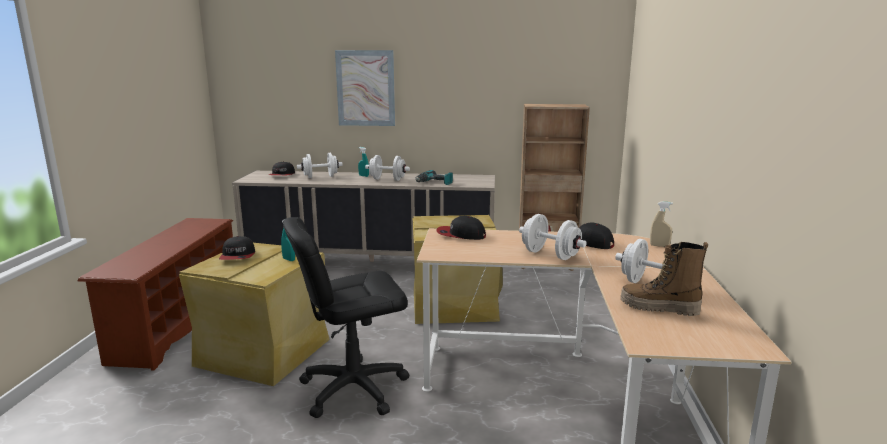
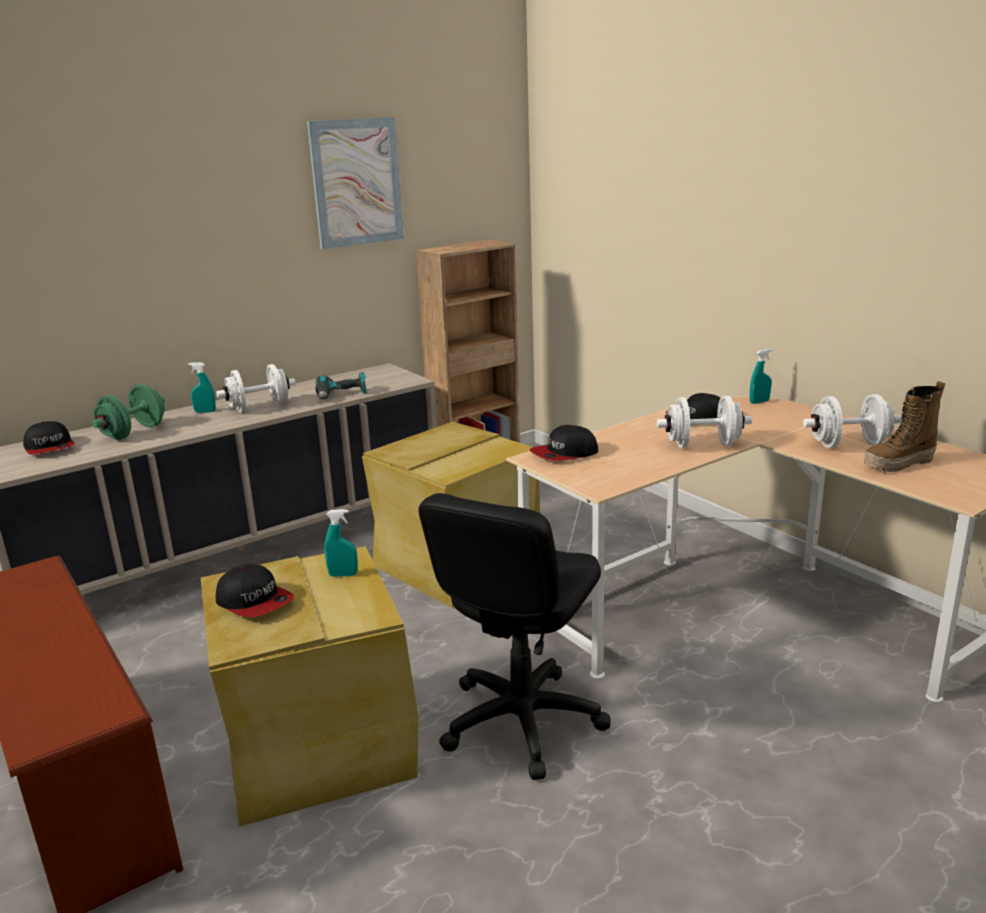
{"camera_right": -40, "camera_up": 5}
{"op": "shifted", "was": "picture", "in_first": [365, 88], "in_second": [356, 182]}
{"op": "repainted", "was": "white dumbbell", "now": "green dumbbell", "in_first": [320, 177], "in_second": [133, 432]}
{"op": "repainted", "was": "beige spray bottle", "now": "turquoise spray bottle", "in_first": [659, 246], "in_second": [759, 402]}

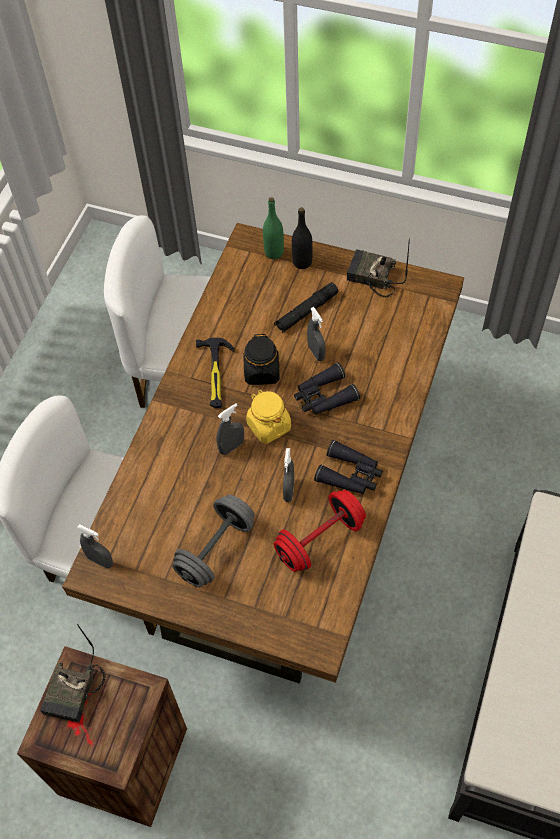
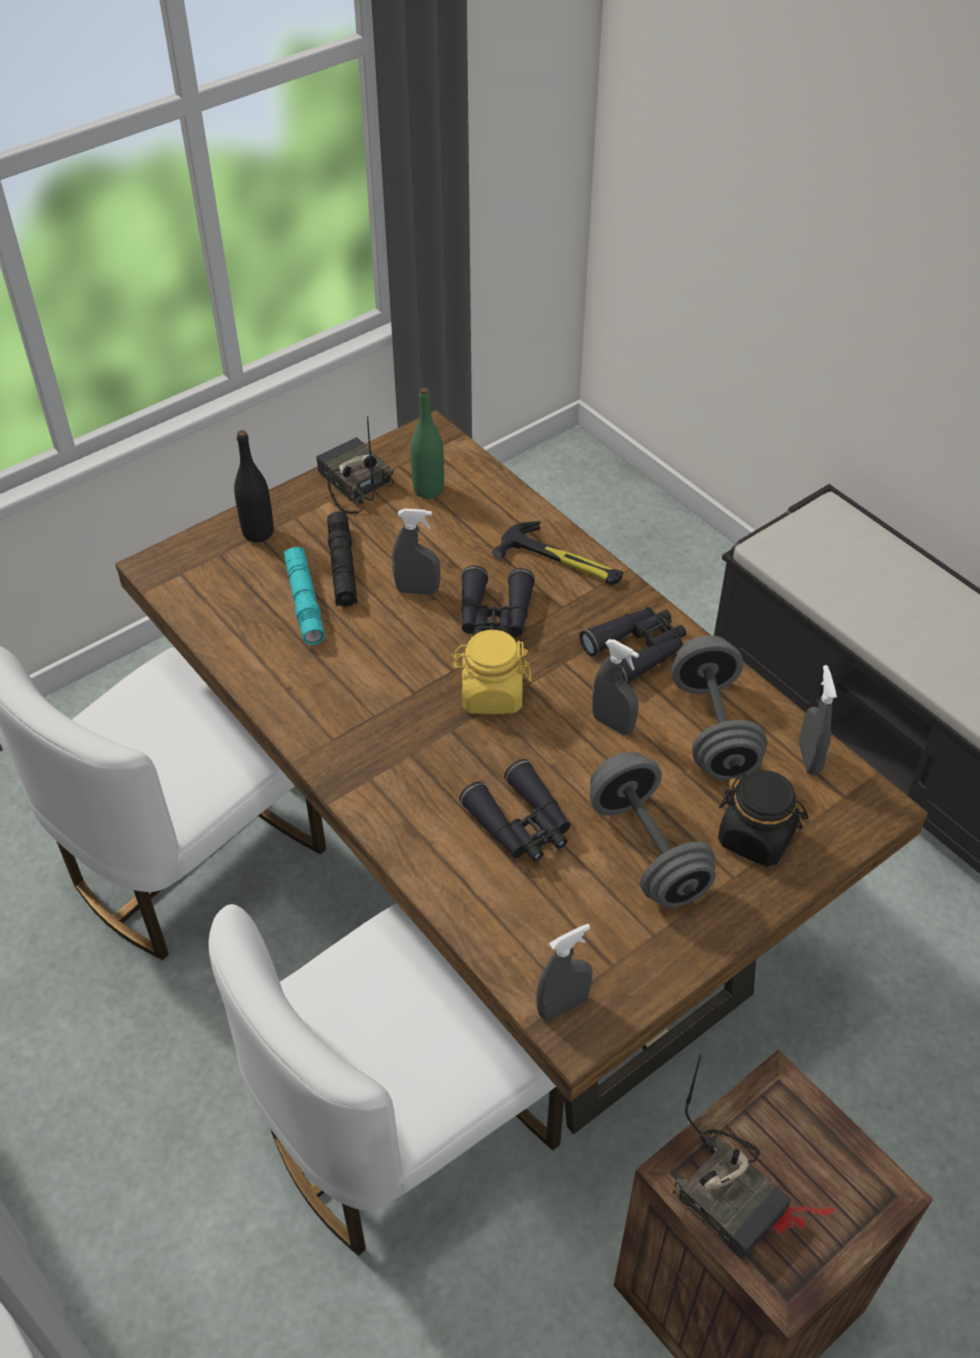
{"camera_right": -60, "camera_up": -10}
{"op": "shifted", "was": "green bottle", "in_first": [274, 252], "in_second": [428, 489]}
{"op": "rotated", "was": "radio", "in_first": [371, 277], "in_second": [352, 483], "clockwise": 90}
{"op": "shifted", "was": "black jar", "in_first": [262, 372], "in_second": [756, 837]}
{"op": "shifted", "was": "hammer", "in_first": [216, 374], "in_second": [561, 561]}
{"op": "shifted", "was": "grey spray bottle", "in_first": [231, 447], "in_second": [809, 759]}
{"op": "repainted", "was": "red dumbbell", "now": "grey dumbbell", "in_first": [319, 540], "in_second": [713, 729]}
{"op": "new", "now": "turquoise flashlight", "in_second": [304, 601]}
{"op": "new", "now": "black binoculars", "in_second": [521, 824]}

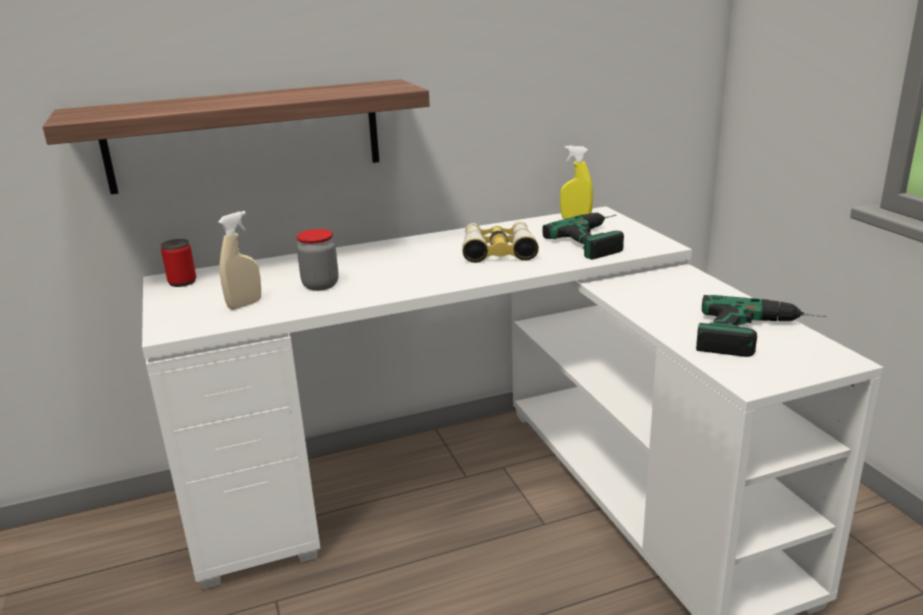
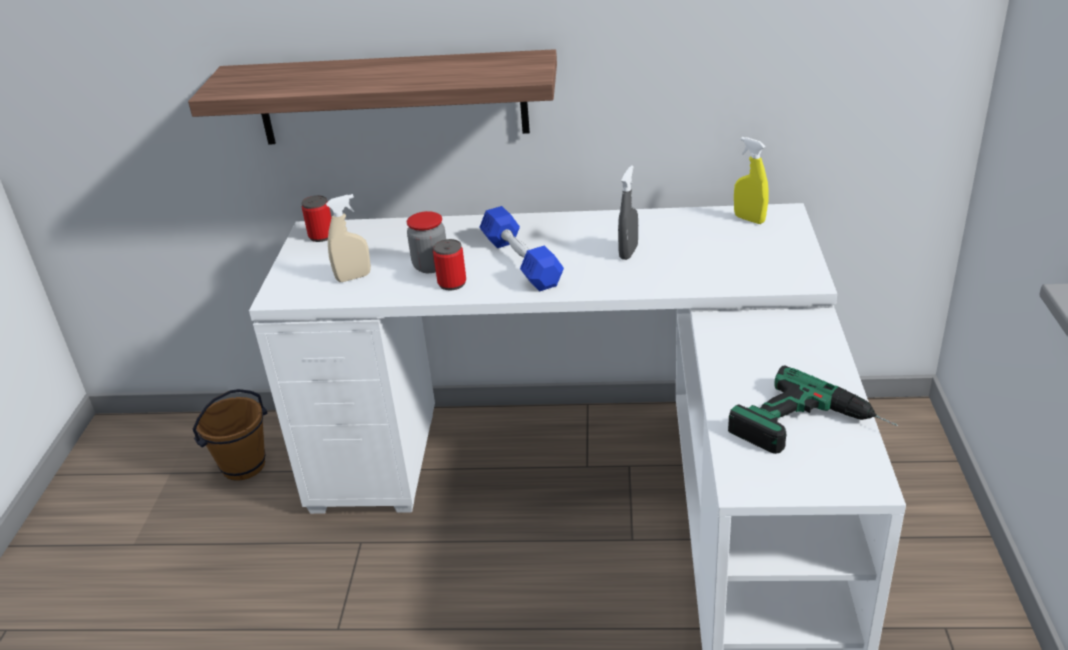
{"camera_right": 25, "camera_up": 10}
{"op": "gone", "was": "power drill", "in_first": [600, 239]}
{"op": "swapped", "was": "binoculars", "now": "grey spray bottle", "in_first": [498, 250], "in_second": [628, 252]}
{"op": "new", "now": "blue dumbbell", "in_second": [521, 261]}
{"op": "new", "now": "can", "in_second": [452, 283]}
{"op": "new", "now": "brown bucket", "in_second": [243, 466]}

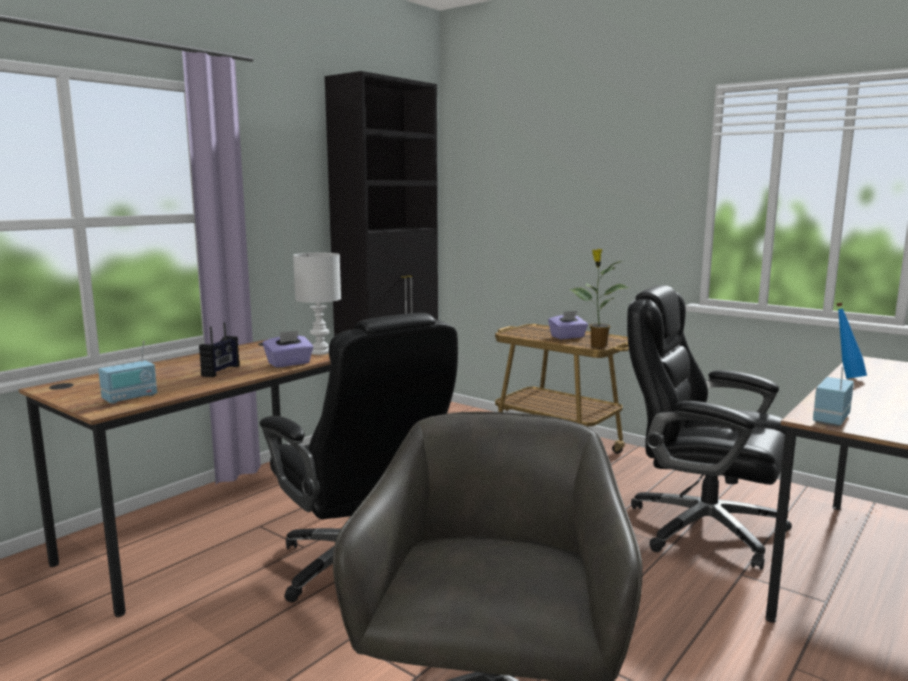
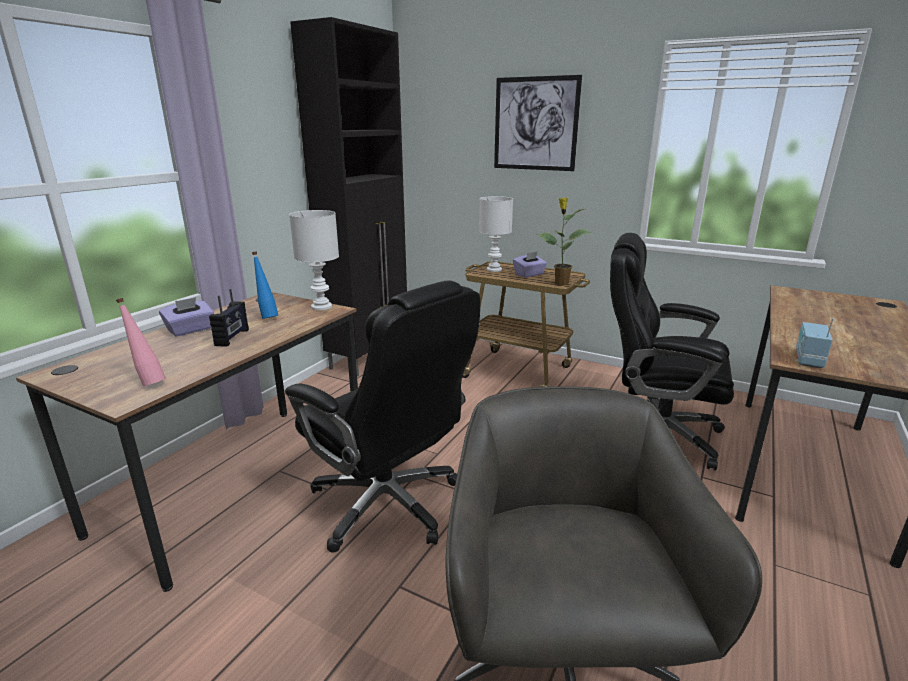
{"camera_right": -10, "camera_up": 10}
{"op": "shifted", "was": "blue bottle", "in_first": [846, 377], "in_second": [267, 317]}
{"op": "shifted", "was": "purple tissue box", "in_first": [289, 363], "in_second": [190, 330]}
{"op": "swapped", "was": "radio", "now": "pink bottle", "in_first": [130, 398], "in_second": [148, 382]}
{"op": "new", "now": "picture", "in_second": [535, 124]}
{"op": "new", "now": "white table lamp", "in_second": [495, 269]}

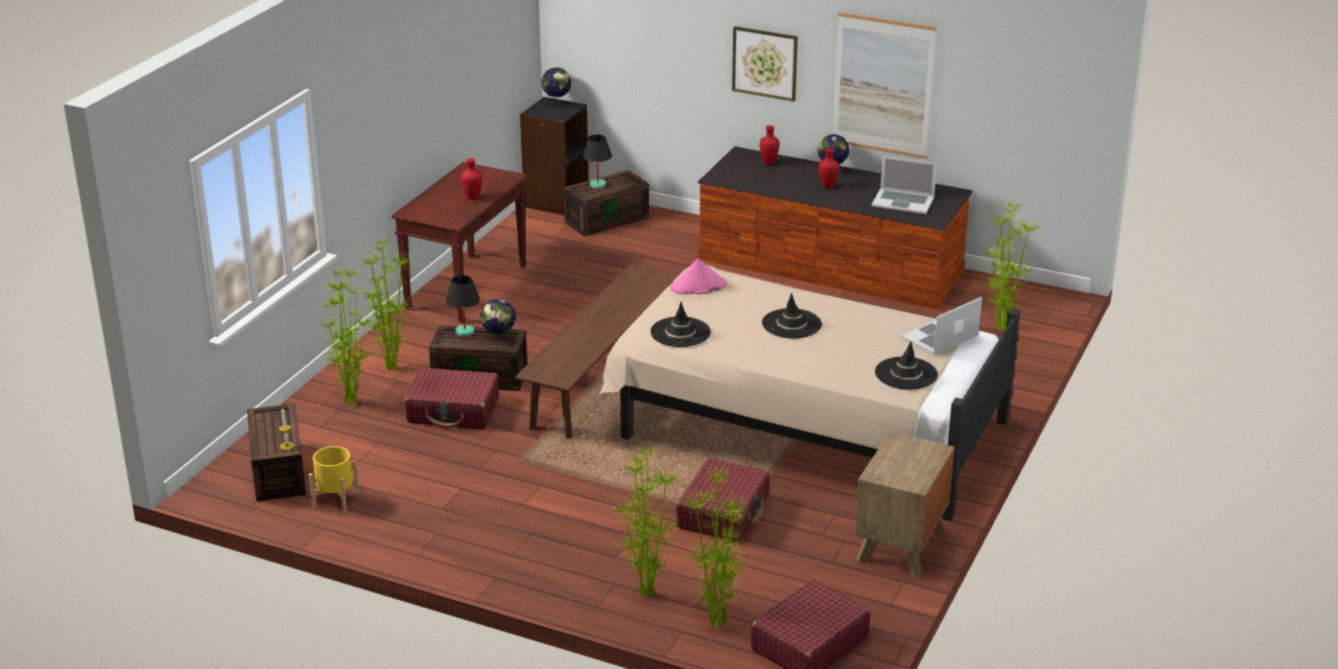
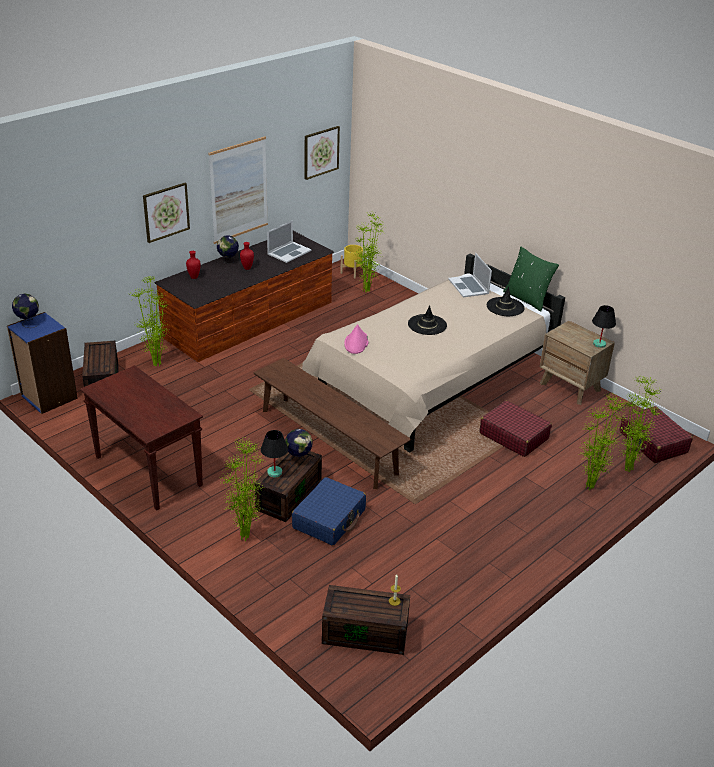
{"camera_right": -70, "camera_up": 5}
{"op": "repainted", "was": "black bookcase", "now": "blue bookcase", "in_first": [555, 201], "in_second": [48, 397]}
{"op": "shifted", "was": "black table lamp", "in_first": [598, 184], "in_second": [599, 344]}
{"op": "gone", "was": "red vase", "in_first": [472, 198]}
{"op": "shifted", "was": "potted plant", "in_first": [353, 403], "in_second": [156, 364]}
{"op": "gone", "was": "black hat", "in_first": [680, 332]}
{"op": "repainted", "was": "red suitcase", "now": "blue suitcase", "in_first": [453, 411], "in_second": [329, 519]}
{"op": "shifted", "was": "yellow planter", "in_first": [335, 499], "in_second": [352, 272]}
{"op": "new", "now": "picture", "in_second": [321, 152]}
{"op": "new", "now": "green pillow", "in_second": [527, 299]}

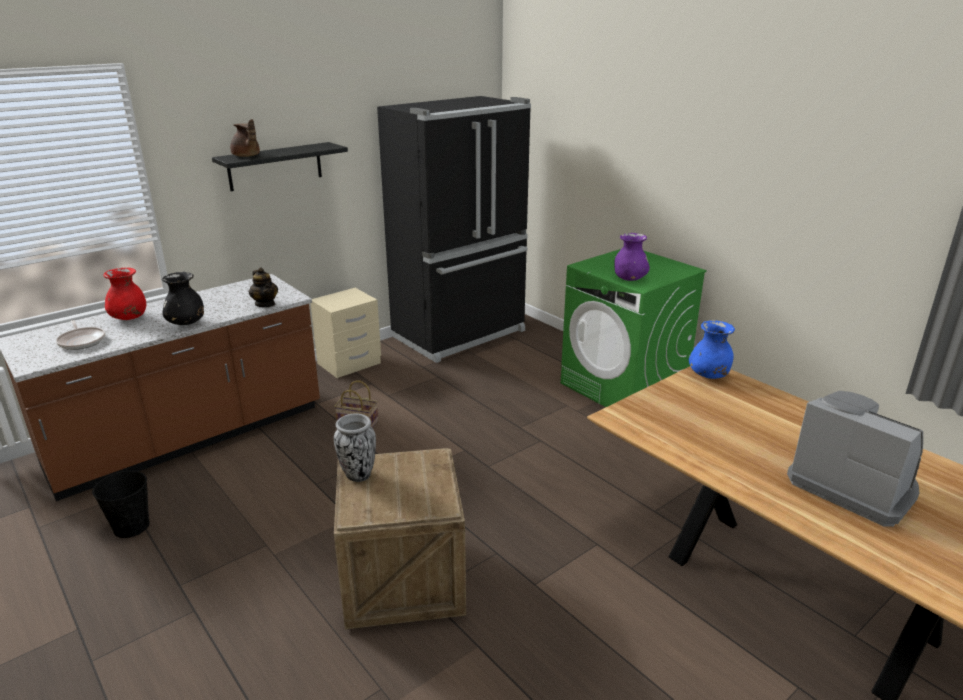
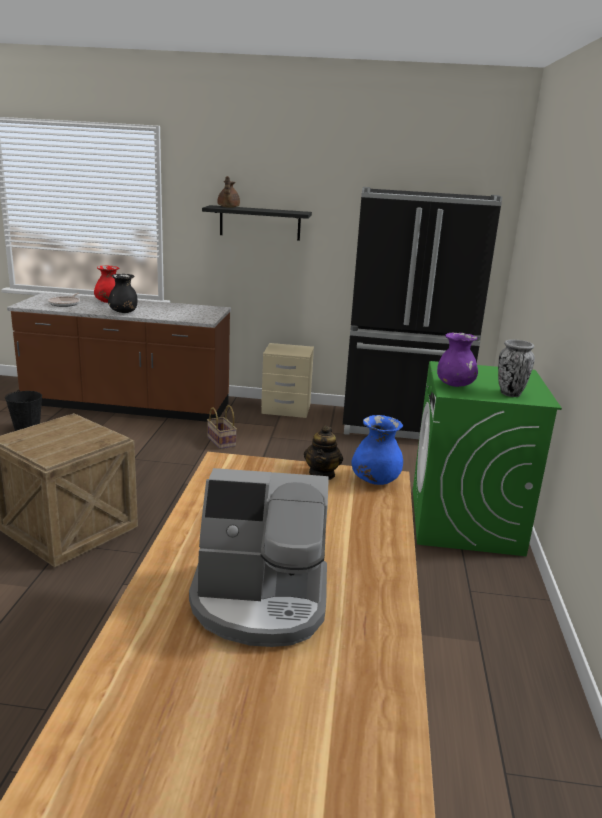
{"camera_right": 45, "camera_up": -5}
{"op": "shifted", "was": "teapot", "in_first": [265, 304], "in_second": [322, 474]}
{"op": "rotated", "was": "coffee machine", "in_first": [852, 485], "in_second": [260, 601], "clockwise": 90}
{"op": "shifted", "was": "vase", "in_first": [358, 475], "in_second": [510, 393]}

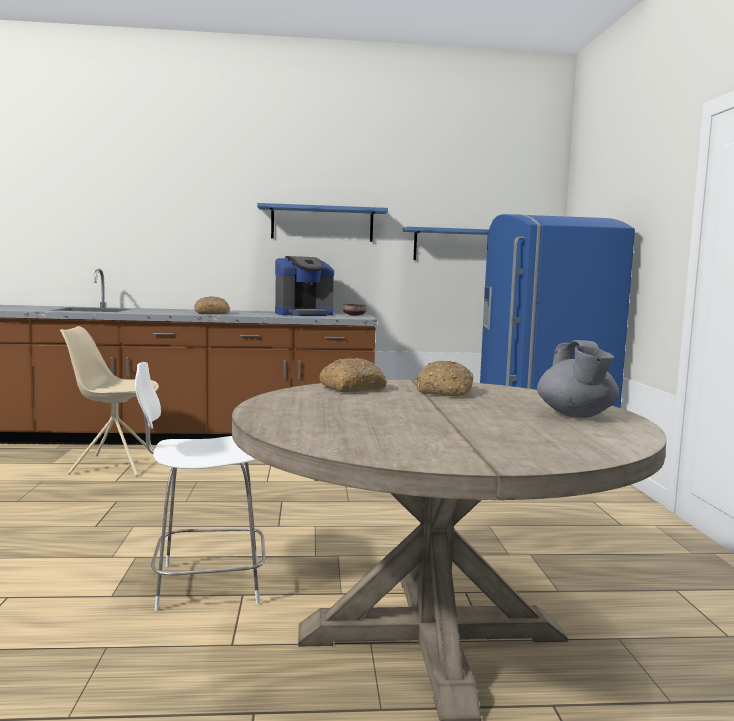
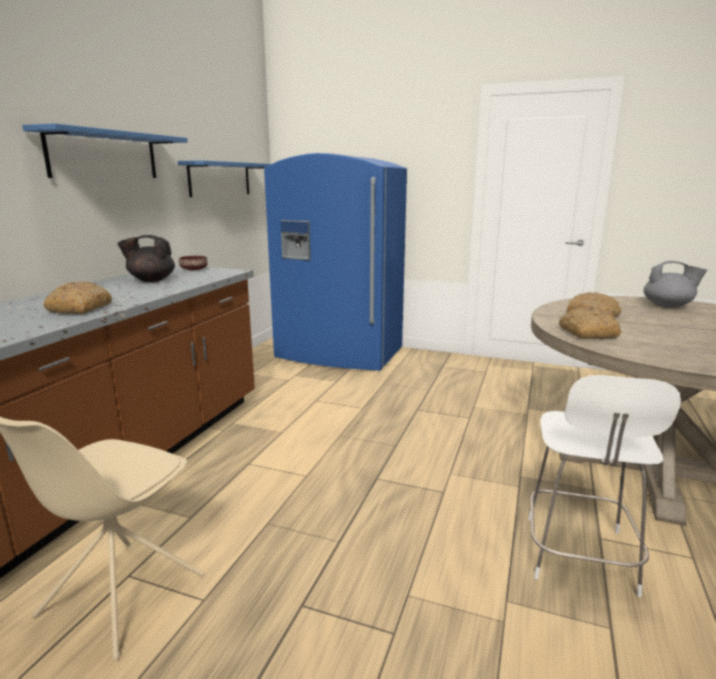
{"camera_right": -65, "camera_up": 10}
{"op": "swapped", "was": "coffee machine", "now": "black teapot", "in_first": [304, 314], "in_second": [151, 280]}

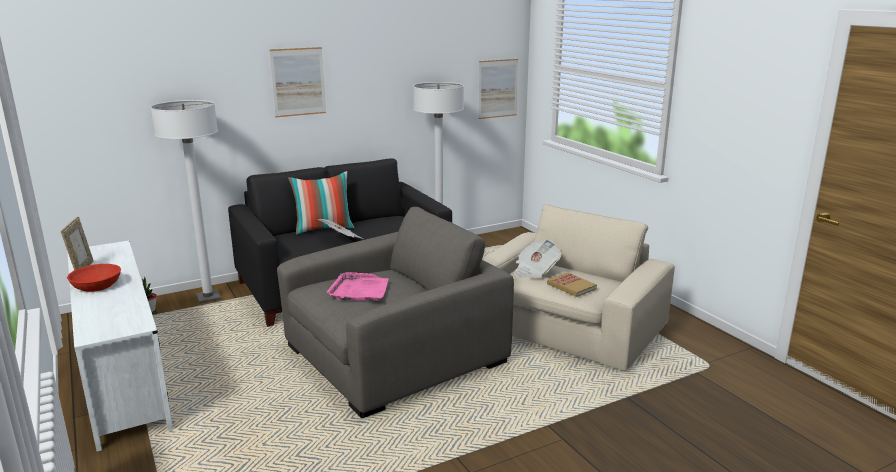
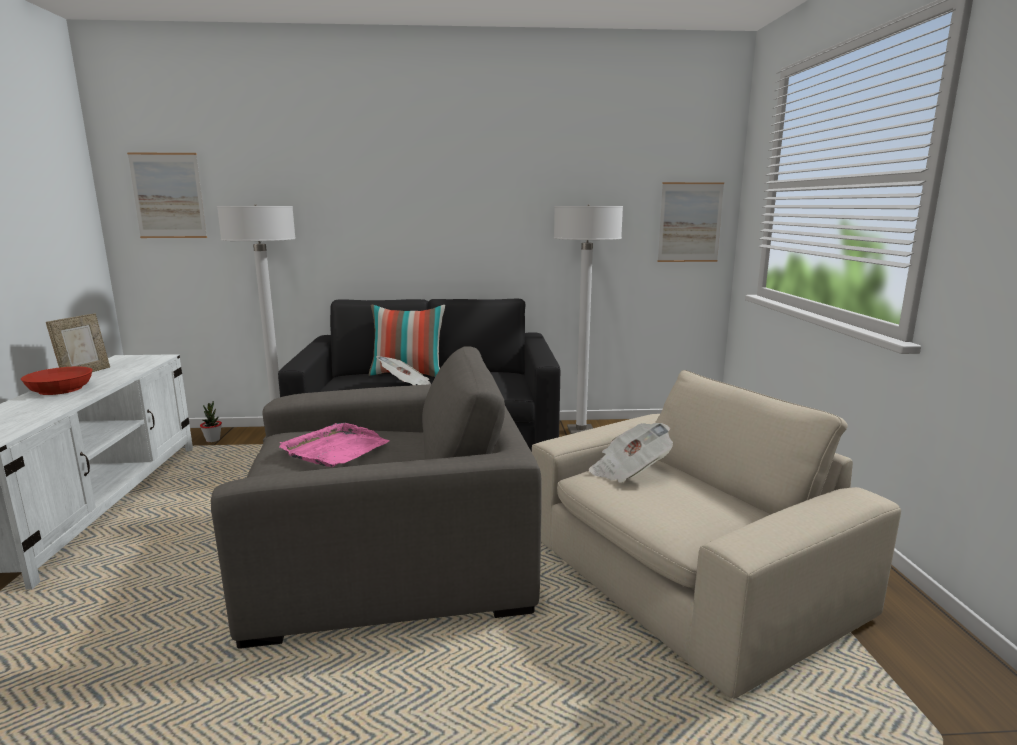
{"camera_right": 25, "camera_up": -5}
{"op": "shifted", "was": "picture", "in_first": [298, 82], "in_second": [168, 196]}
{"op": "gone", "was": "book", "in_first": [571, 286]}

